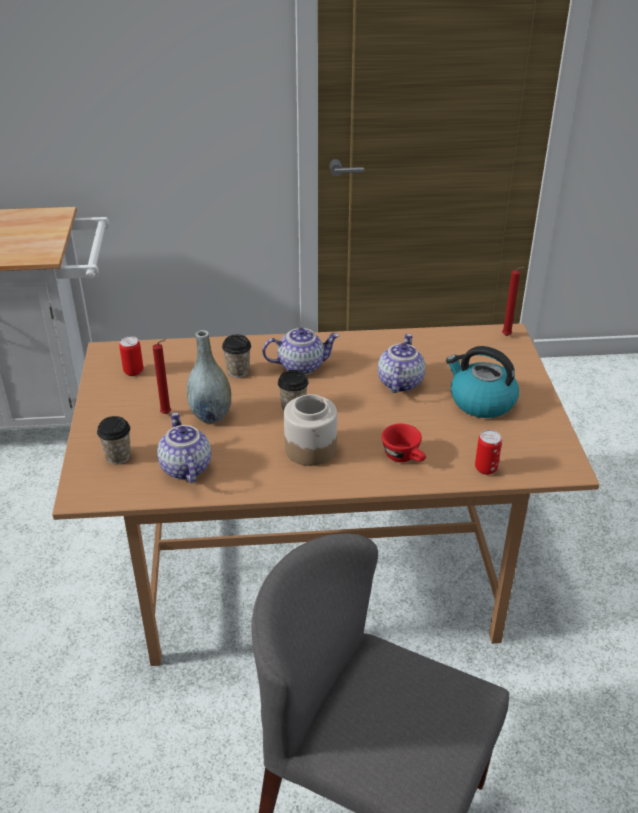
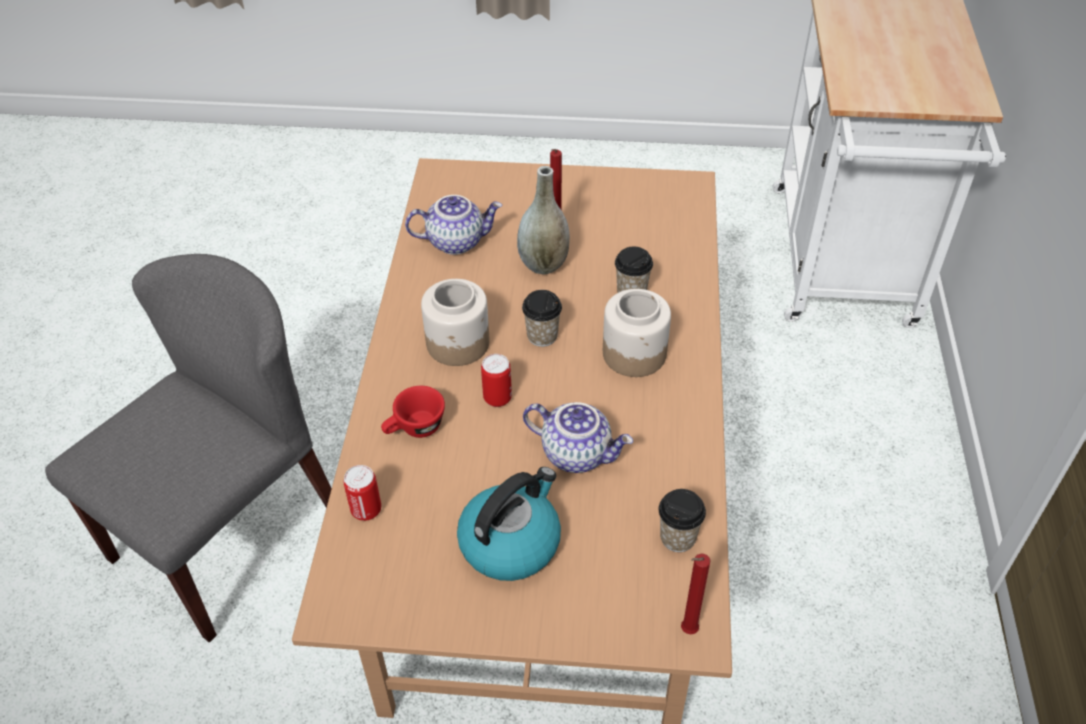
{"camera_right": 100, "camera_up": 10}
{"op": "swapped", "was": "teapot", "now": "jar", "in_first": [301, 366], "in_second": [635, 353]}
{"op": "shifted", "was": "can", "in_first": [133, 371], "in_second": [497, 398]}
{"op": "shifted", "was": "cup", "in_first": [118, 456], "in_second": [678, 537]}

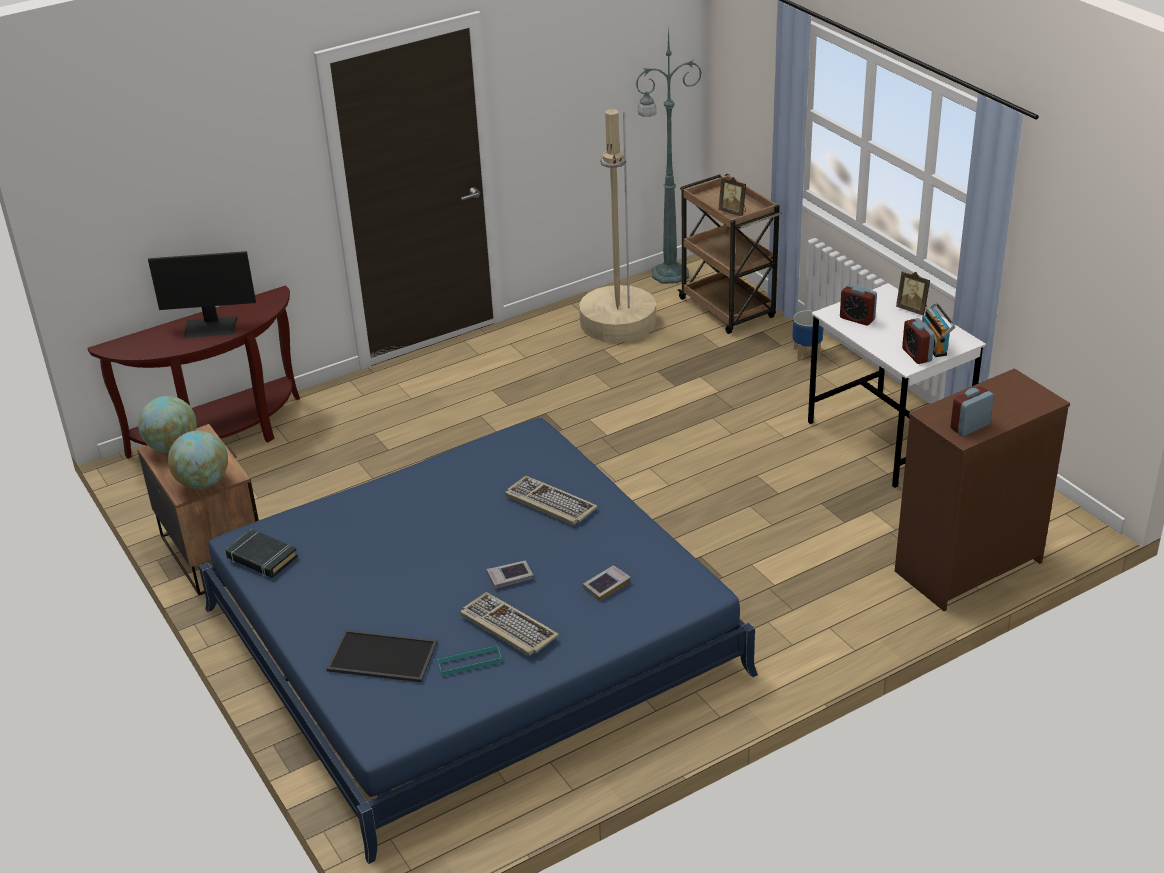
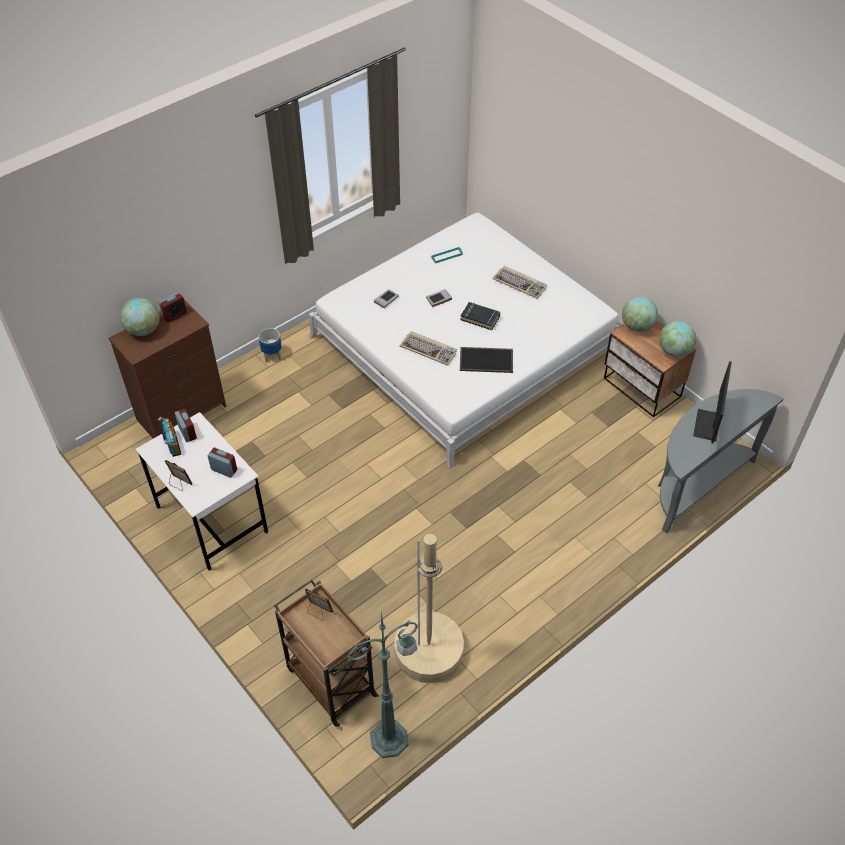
{"camera_right": 170, "camera_up": 15}
{"op": "rotated", "was": "monitor", "in_first": [211, 327], "in_second": [708, 425], "clockwise": -60}
{"op": "repainted", "was": "brown console table", "now": "grey console table", "in_first": [222, 437], "in_second": [696, 484]}
{"op": "shifted", "was": "planter", "in_first": [807, 353], "in_second": [272, 355]}
{"op": "repainted", "was": "blue bed", "now": "white bed", "in_first": [472, 641], "in_second": [464, 344]}
{"op": "shifted", "was": "black book", "in_first": [261, 558], "in_second": [480, 318]}
{"op": "shifted", "was": "keyboard", "in_first": [507, 627], "in_second": [520, 283]}
{"op": "shifted", "was": "tray", "in_first": [381, 657], "in_second": [487, 359]}
{"op": "new", "now": "globe", "in_second": [143, 330]}

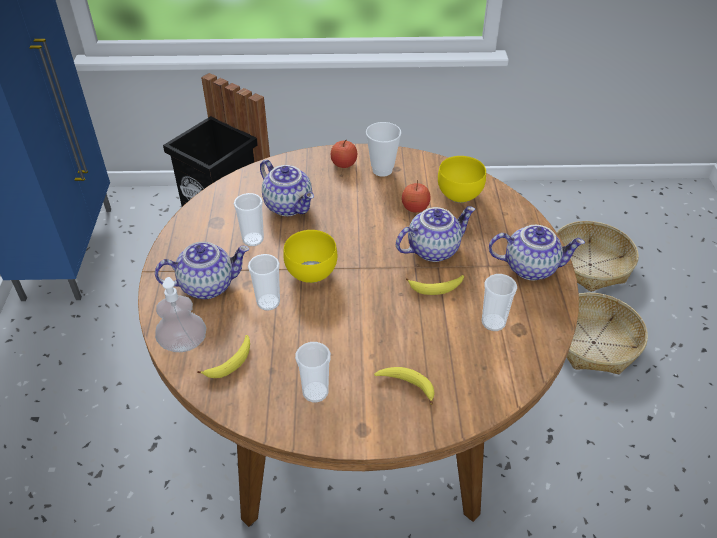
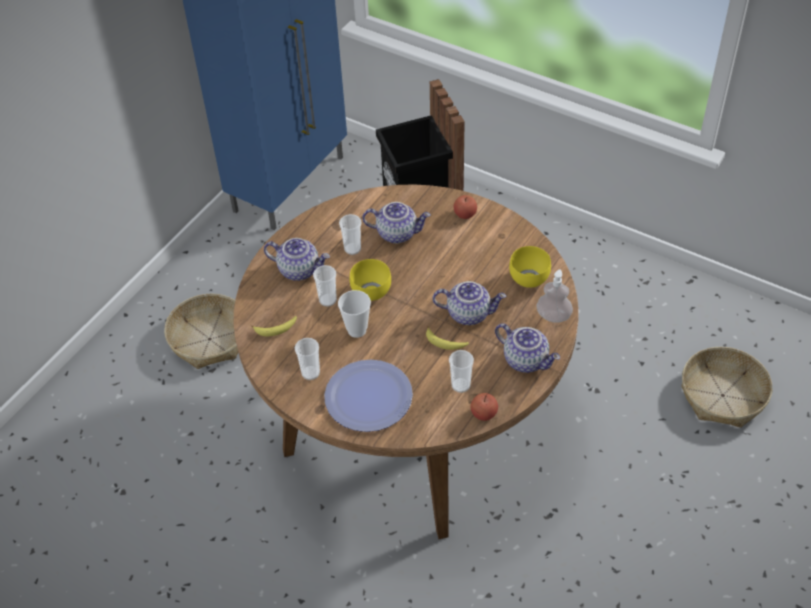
{"camera_right": 35, "camera_up": 5}
{"op": "shifted", "was": "cup", "in_first": [382, 170], "in_second": [357, 330]}
{"op": "rotated", "was": "teapot", "in_first": [289, 206], "in_second": [397, 233], "clockwise": -75}
{"op": "shifted", "was": "apple", "in_first": [415, 208], "in_second": [484, 414]}
{"op": "shifted", "was": "soap dispenser", "in_first": [184, 344], "in_second": [553, 316]}
{"op": "shifted", "was": "basket", "in_first": [593, 342], "in_second": [209, 339]}
{"op": "swapped", "was": "banana", "now": "plate", "in_first": [407, 385], "in_second": [368, 397]}

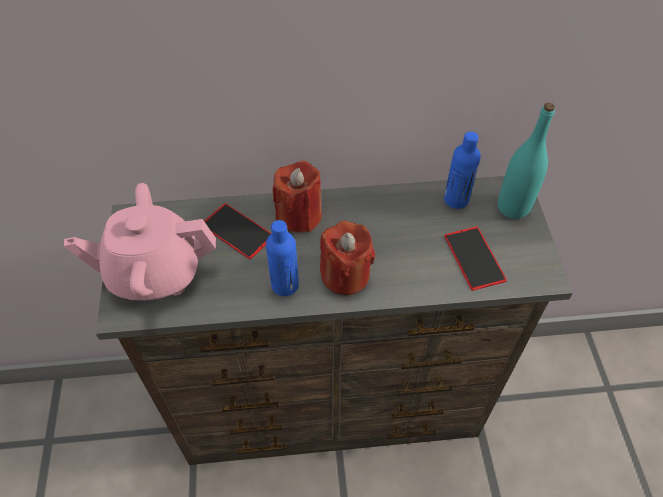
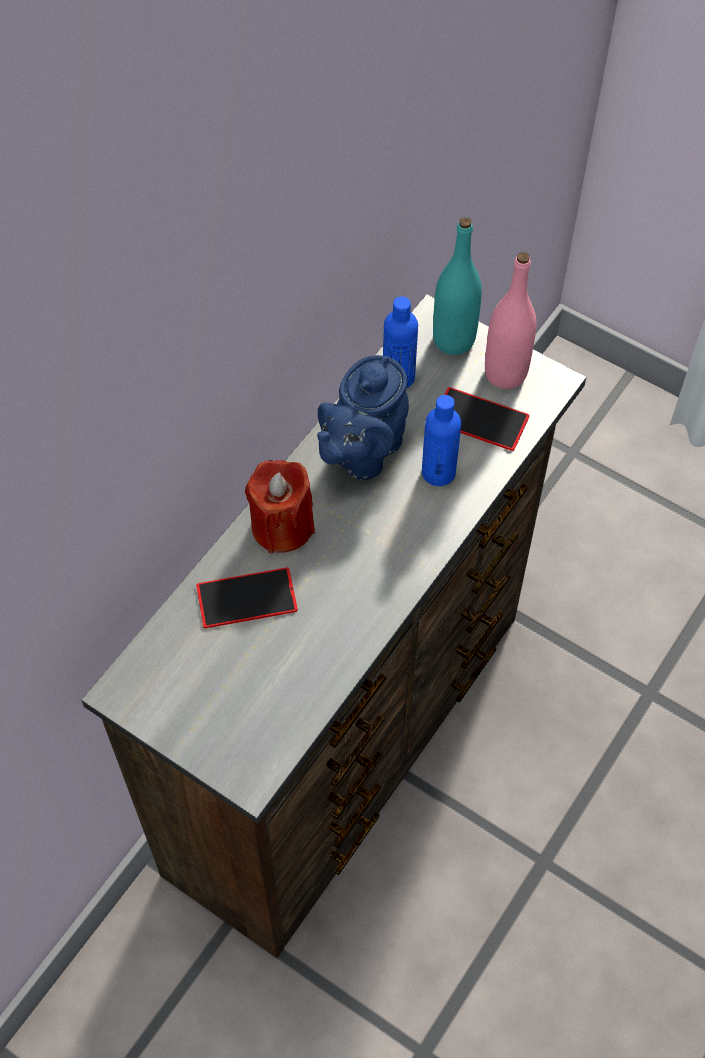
{"camera_right": -50, "camera_up": 5}
{"op": "gone", "was": "pink teapot", "in_first": [154, 273]}
{"op": "shifted", "was": "blue bottle", "in_first": [285, 285], "in_second": [438, 472]}
{"op": "gone", "was": "red candle", "in_first": [345, 275]}
{"op": "new", "now": "pink bottle", "in_second": [505, 373]}
{"op": "new", "now": "blue teapot", "in_second": [362, 452]}

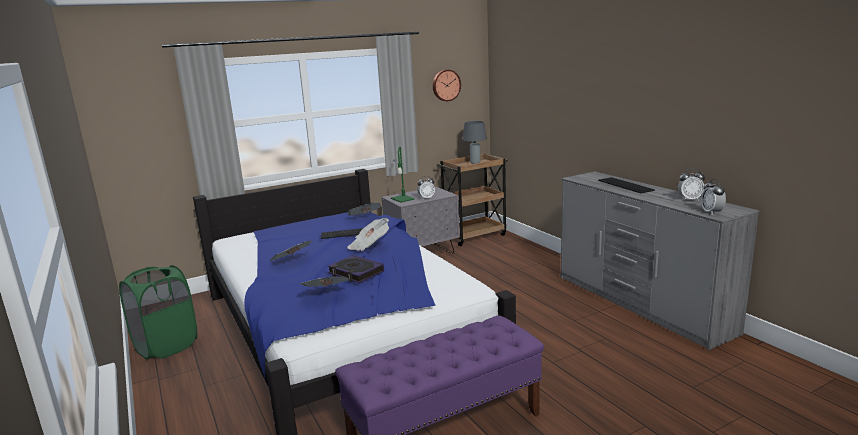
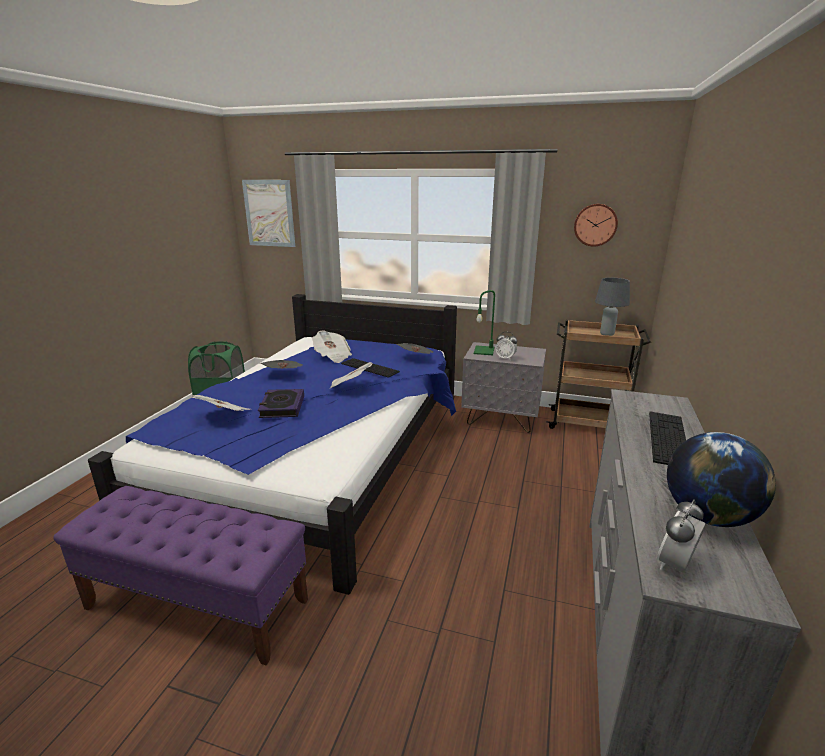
{"camera_right": 45, "camera_up": 5}
{"op": "swapped", "was": "alarm clock", "now": "globe", "in_first": [689, 199], "in_second": [708, 516]}
{"op": "new", "now": "picture", "in_second": [269, 213]}
{"op": "new", "now": "newspaper", "in_second": [332, 356]}

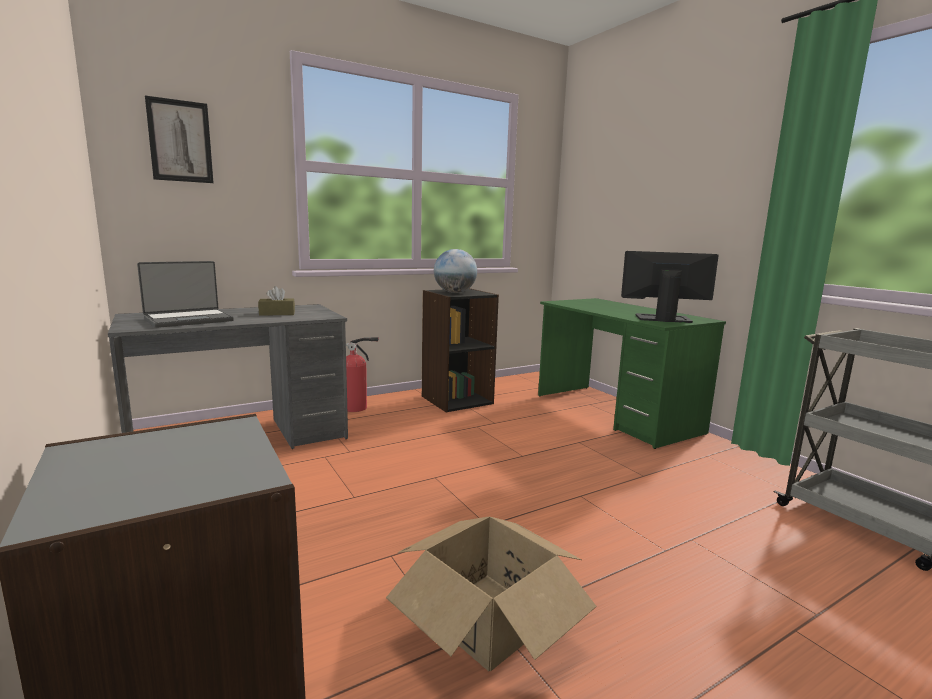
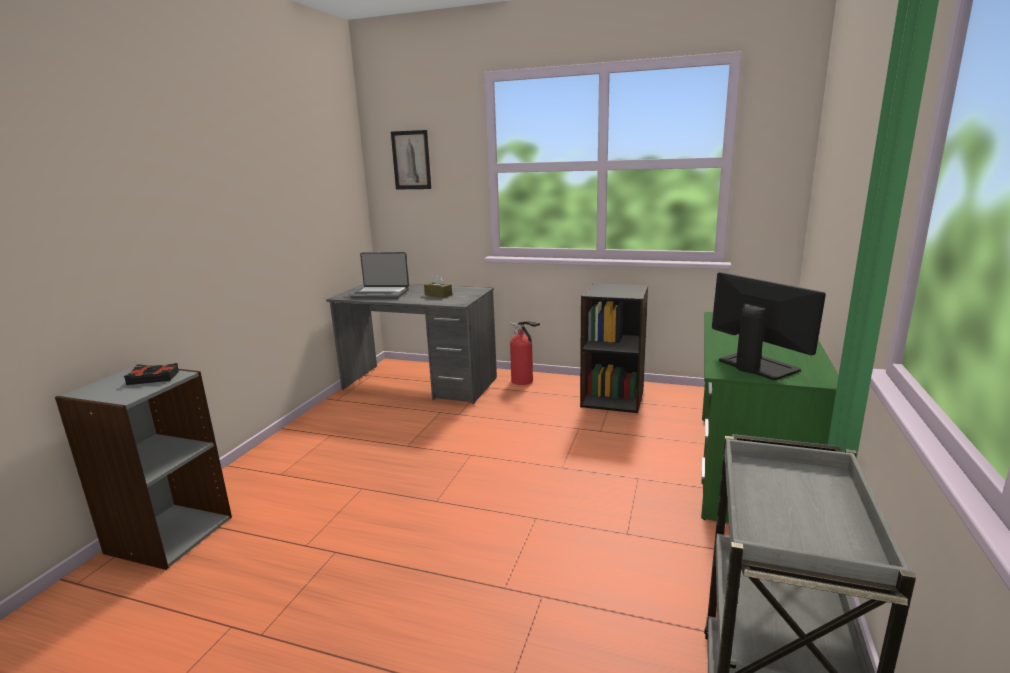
{"camera_right": 50, "camera_up": 5}
{"op": "gone", "was": "globe", "in_first": [455, 292]}
{"op": "gone", "was": "cardboard box", "in_first": [487, 617]}
{"op": "new", "now": "black book", "in_second": [153, 378]}

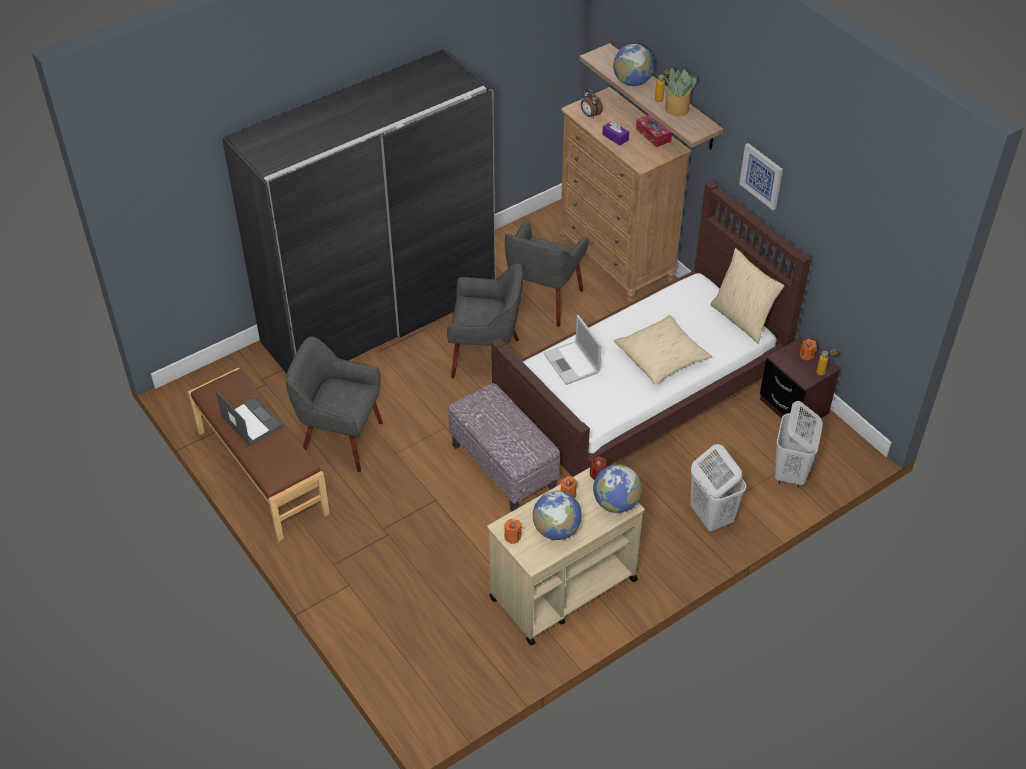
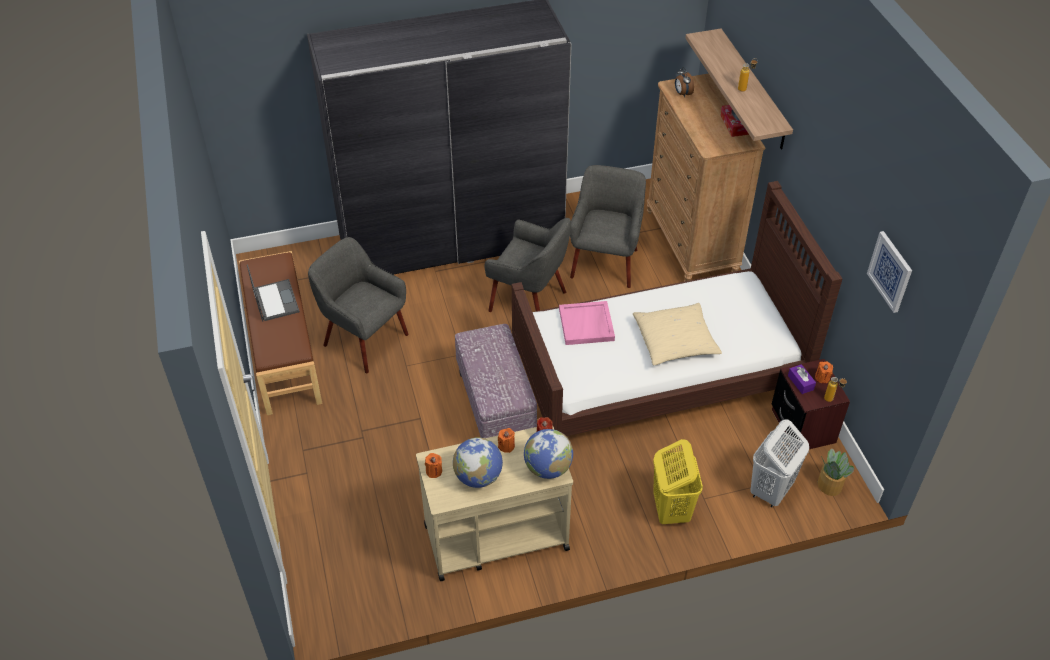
{"camera_right": 20, "camera_up": 0}
{"op": "gone", "was": "globe", "in_first": [632, 82]}
{"op": "shifted", "was": "potted plant", "in_first": [677, 109], "in_second": [829, 485]}
{"op": "shifted", "was": "purple tissue box", "in_first": [615, 137], "in_second": [800, 382]}
{"op": "shifted", "was": "picture", "in_first": [762, 176], "in_second": [890, 271]}
{"op": "rotated", "was": "grey armchair", "in_first": [543, 300], "in_second": [605, 263], "clockwise": 150}
{"op": "gone", "was": "beige pillow", "in_first": [742, 319]}
{"op": "swapped", "was": "laptop", "now": "pink tray", "in_first": [572, 364], "in_second": [587, 325]}
{"op": "repainted", "was": "white laundry basket", "now": "yellow laundry basket", "in_first": [711, 516], "in_second": [671, 509]}

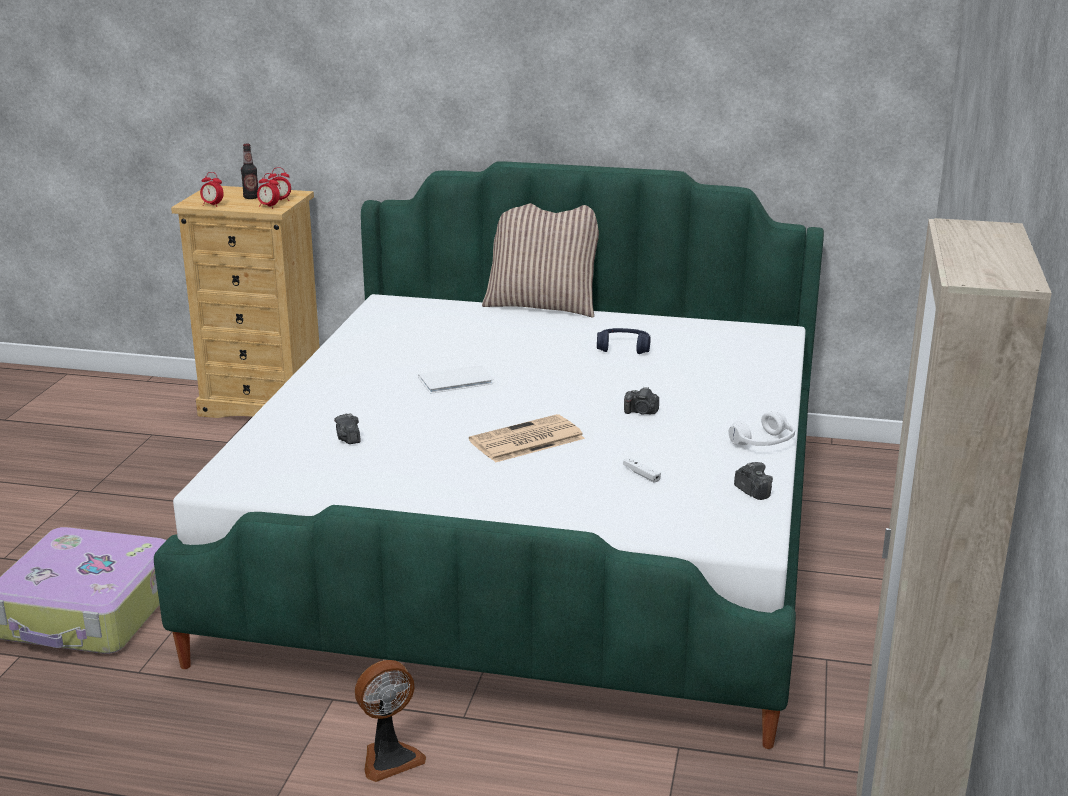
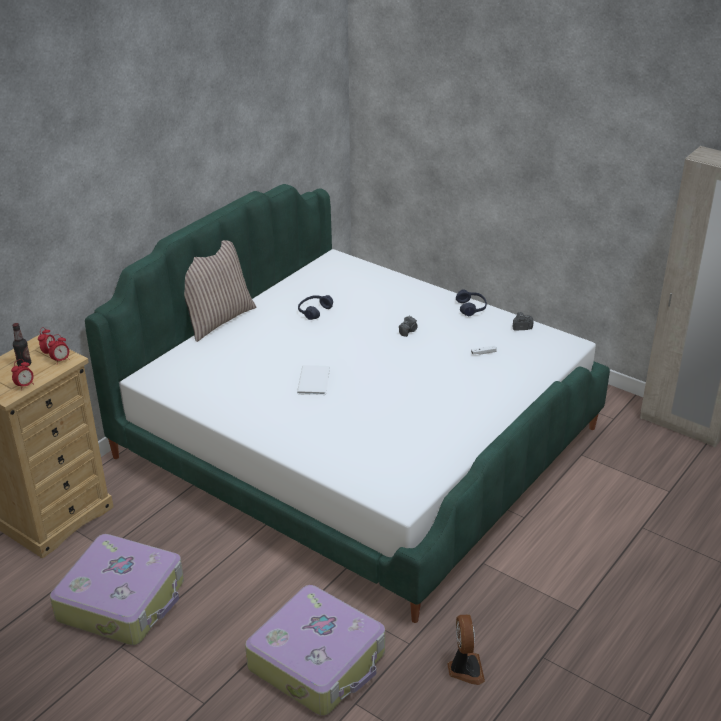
{"camera_right": -65, "camera_up": 10}
{"op": "repainted", "was": "white headphones", "now": "blue headphones", "in_first": [763, 443], "in_second": [471, 308]}
{"op": "gone", "was": "photo camera", "in_first": [348, 438]}
{"op": "gone", "was": "newspaper", "in_first": [526, 440]}
{"op": "shifted", "was": "fan", "in_first": [389, 757], "in_second": [465, 669]}
{"op": "new", "now": "suitcase", "in_second": [123, 600]}

